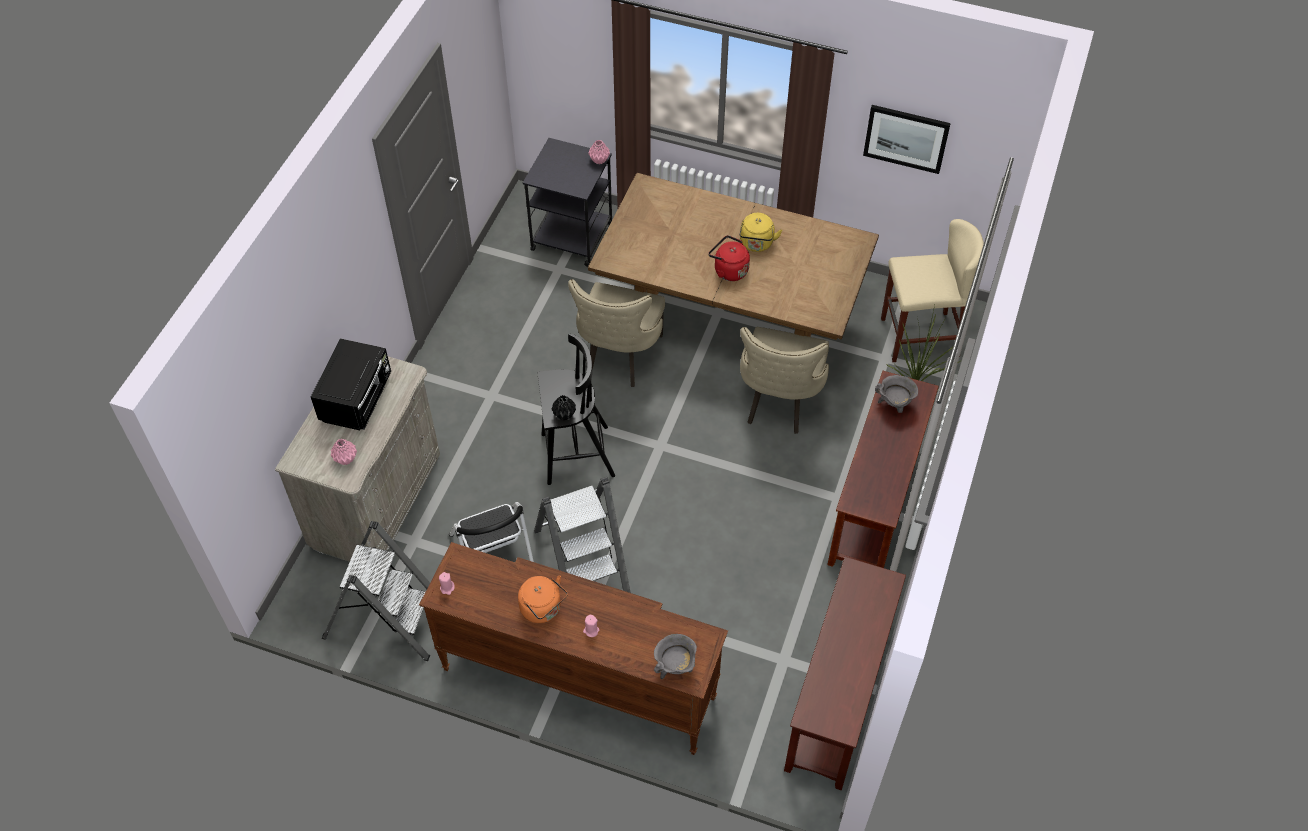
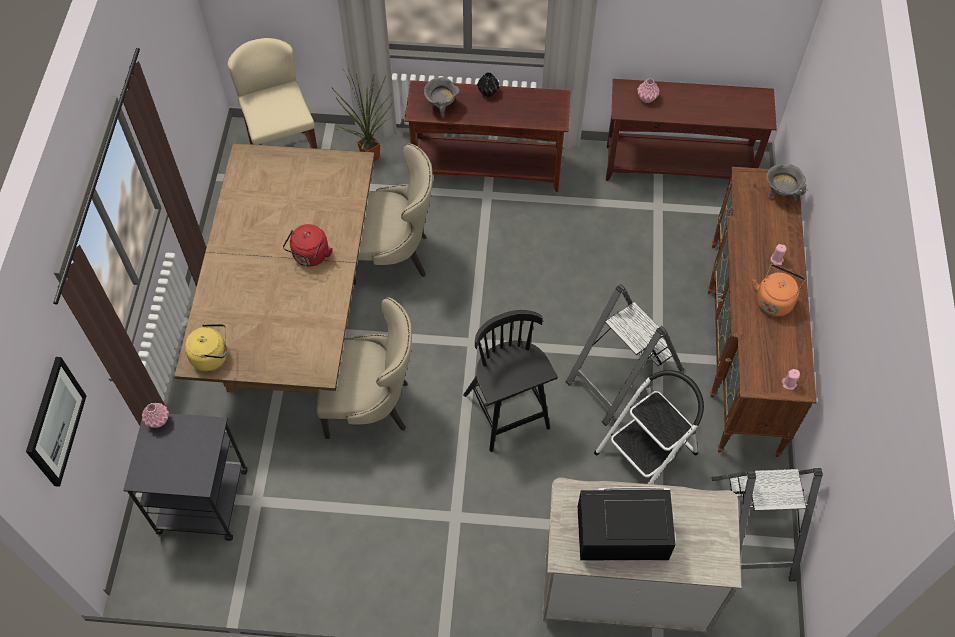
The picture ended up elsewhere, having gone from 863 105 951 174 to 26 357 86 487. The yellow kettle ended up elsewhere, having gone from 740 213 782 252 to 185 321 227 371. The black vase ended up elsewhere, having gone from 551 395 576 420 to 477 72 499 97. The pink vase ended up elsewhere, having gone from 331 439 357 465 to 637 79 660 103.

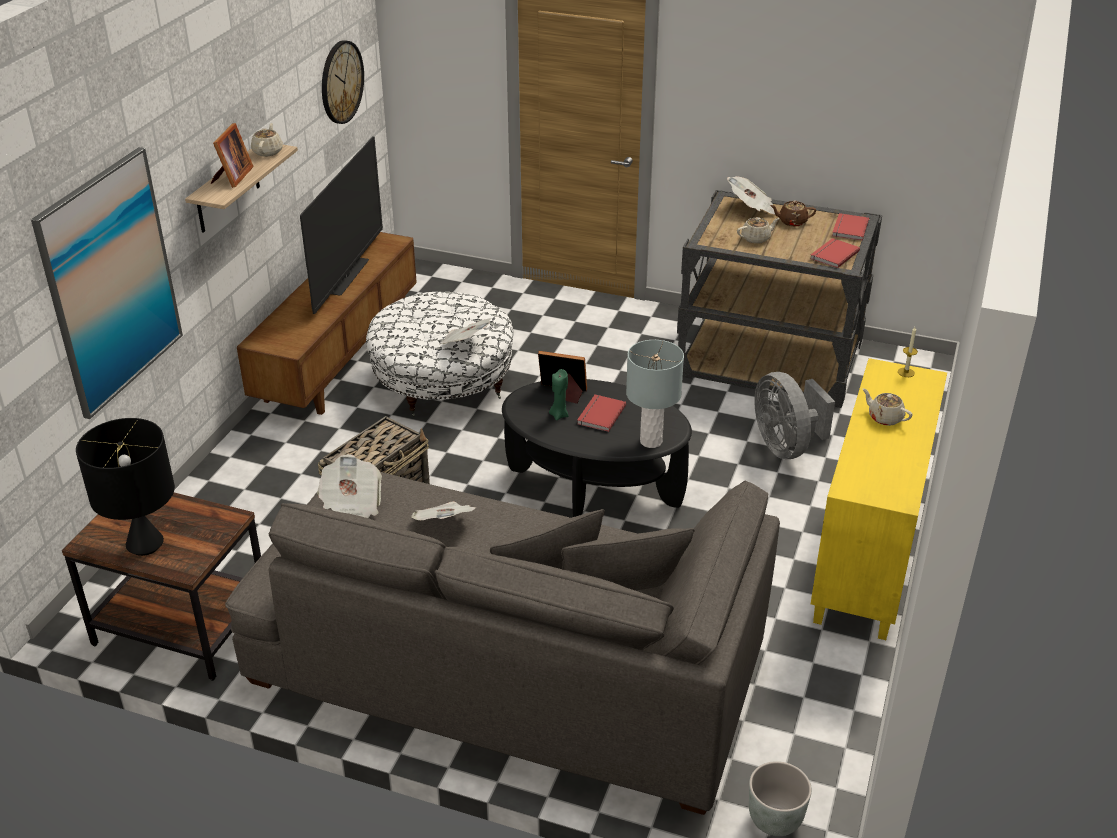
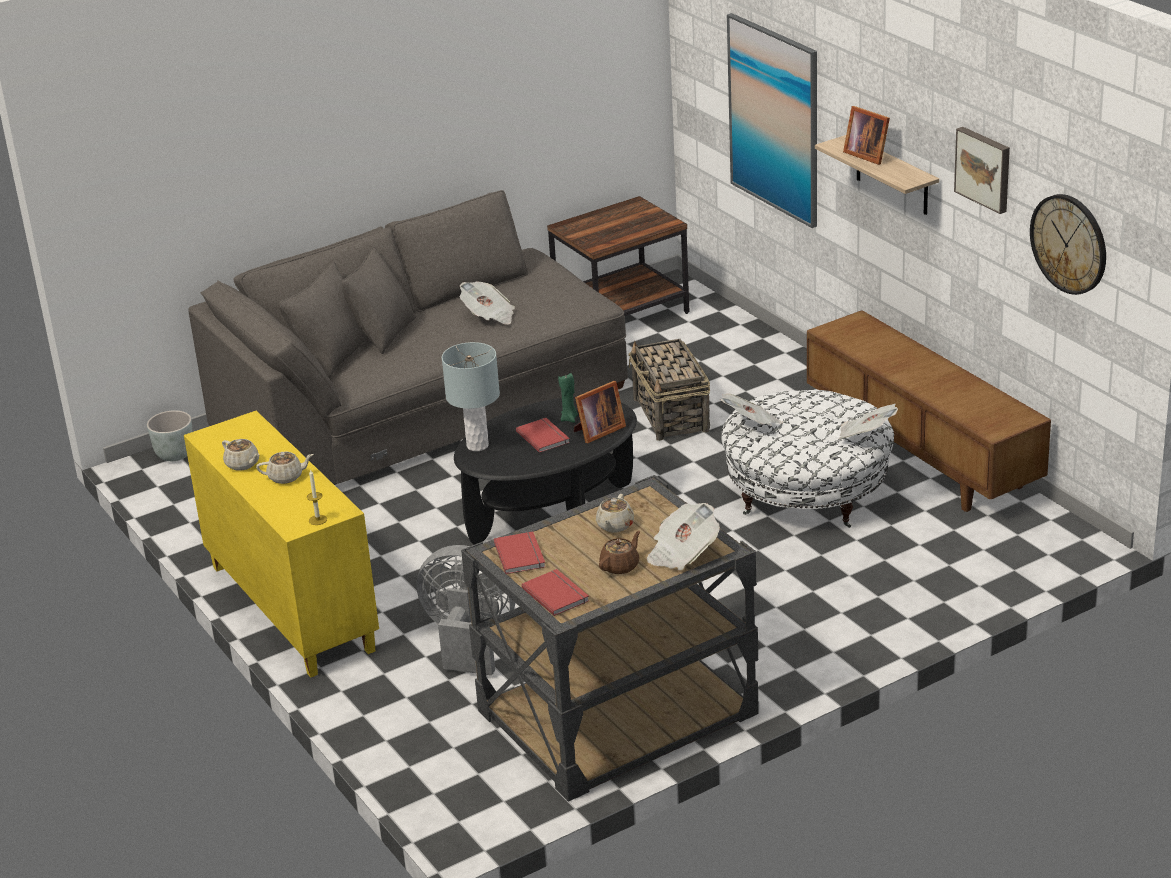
The beige teapot ended up elsewhere, having gone from 251 123 283 157 to 222 439 260 471. The newspaper ended up elsewhere, having gone from 317 454 382 518 to 839 404 898 439. The second view gained the picture at 954 127 1010 214. The second view lost the black table lamp at 76 418 175 556. The second view lost the television at 300 136 383 314.

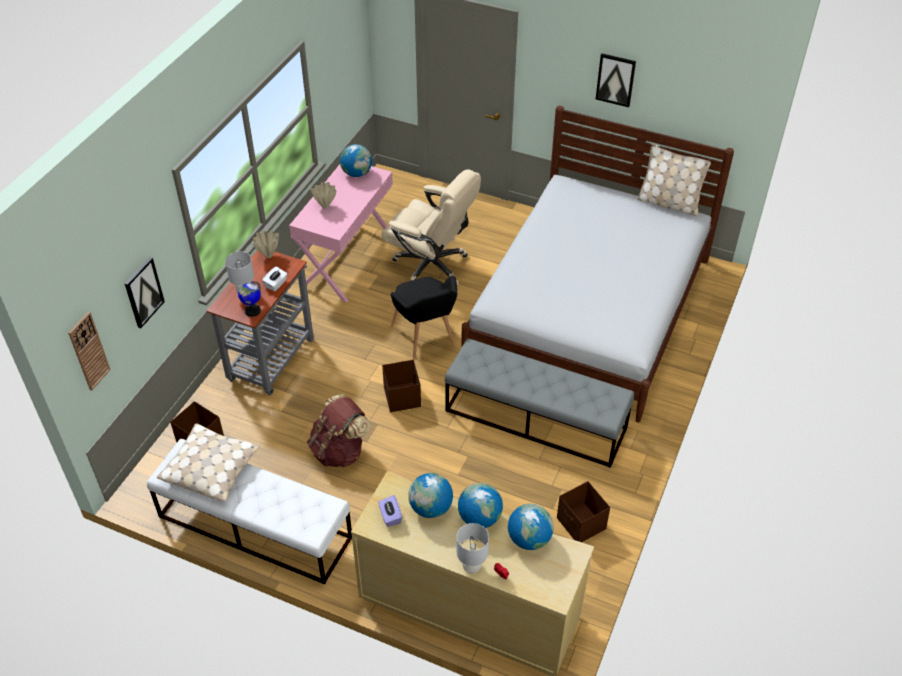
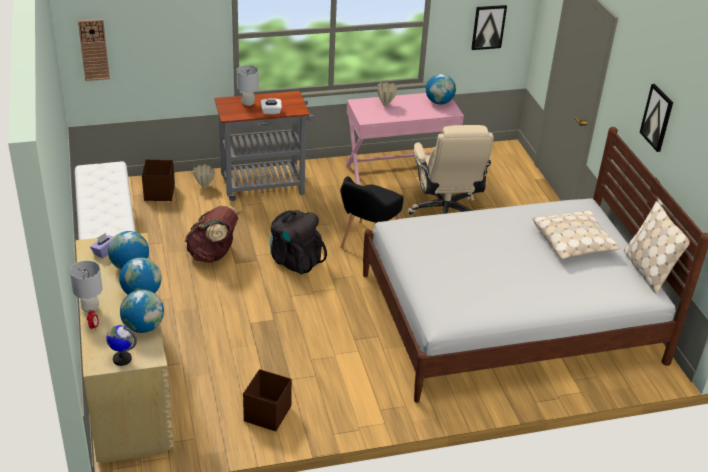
The globe ended up elsewhere, having gone from 238 281 261 317 to 106 325 137 366. The beige vase ended up elsewhere, having gone from 253 231 279 258 to 193 164 215 188. Where the brown storage box stood at 382 360 421 412, the black backpack came to stand at 270 210 327 275. The picture ended up elsewhere, having gone from 124 257 165 328 to 471 5 507 50. The beige pillow ended up elsewhere, having gone from 157 423 260 502 to 532 210 621 259. The second view lost the grey bench at 444 338 634 468.

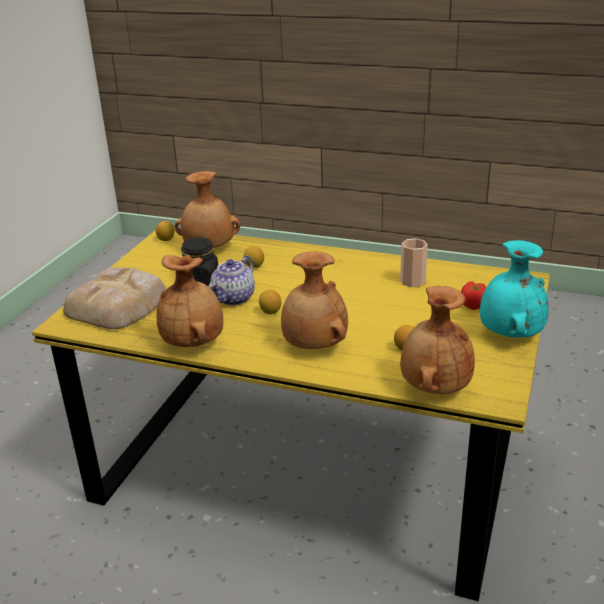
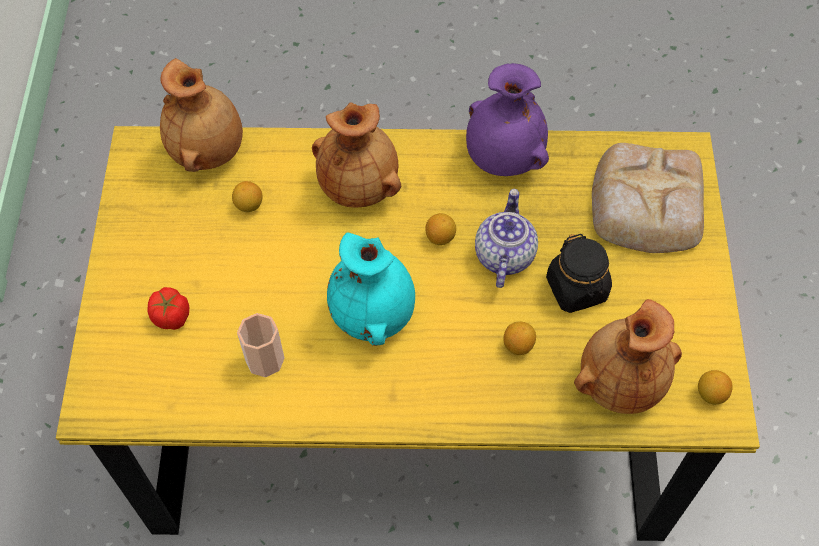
The turquoise vase ended up elsewhere, having gone from 480 240 549 338 to 327 232 415 346. What was the brown vase at 157 255 223 347 turned into the purple vase at 466 63 549 176.

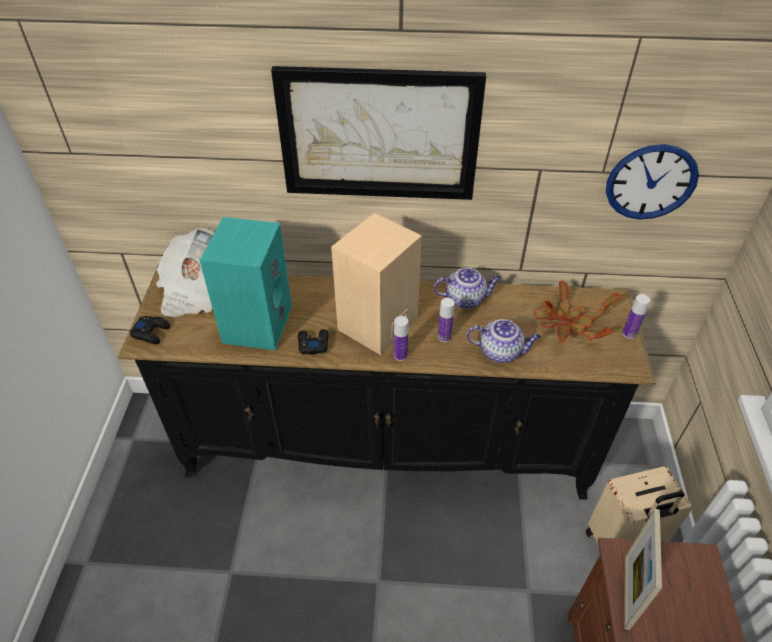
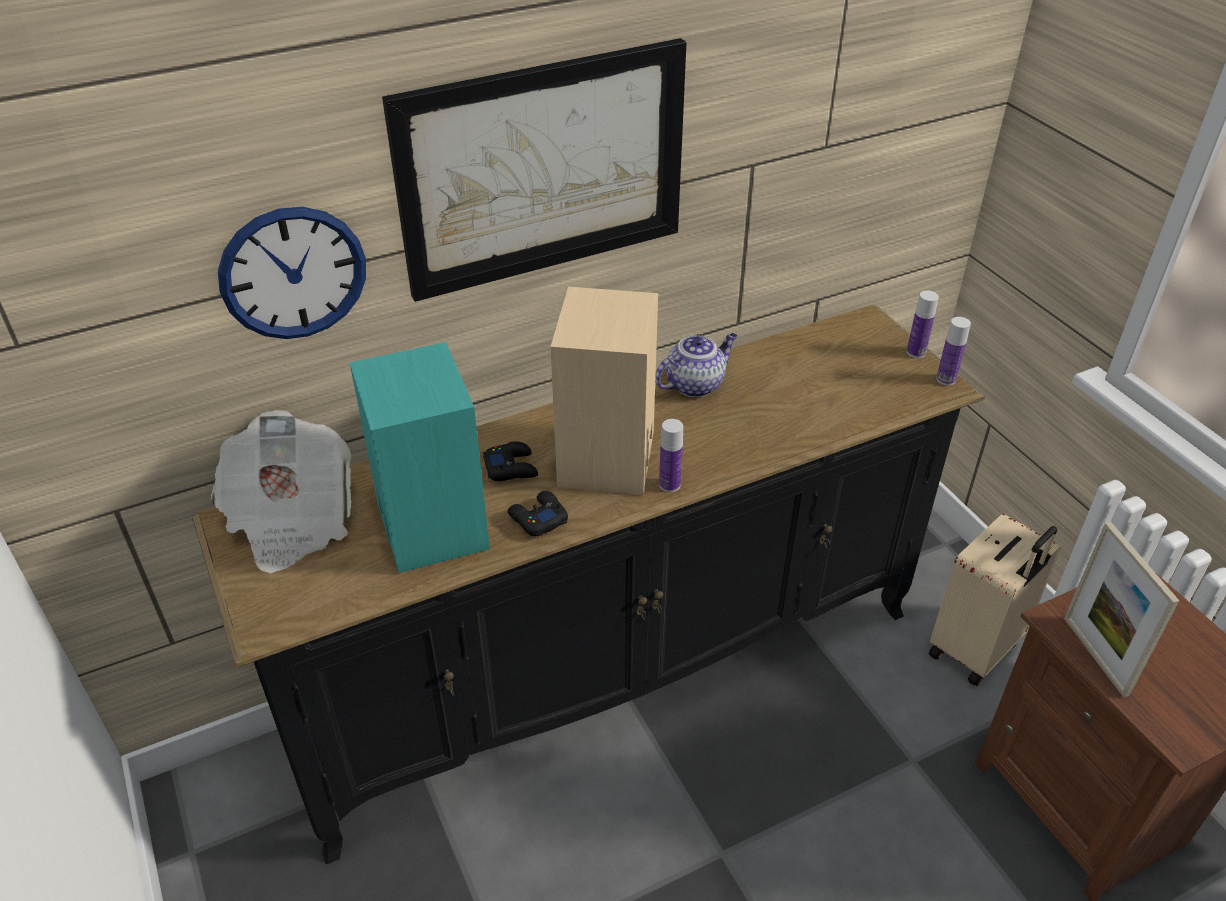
The wall clock ended up elsewhere, having gone from 606 144 699 220 to 218 207 366 339. The black game controller ended up elsewhere, having gone from 129 316 170 344 to 483 441 538 481. The bottle ended up elsewhere, having gone from 438 298 455 342 to 936 317 971 386. The second view lost the teapot at 467 319 541 363. The second view lost the potted plant at 534 280 622 342.

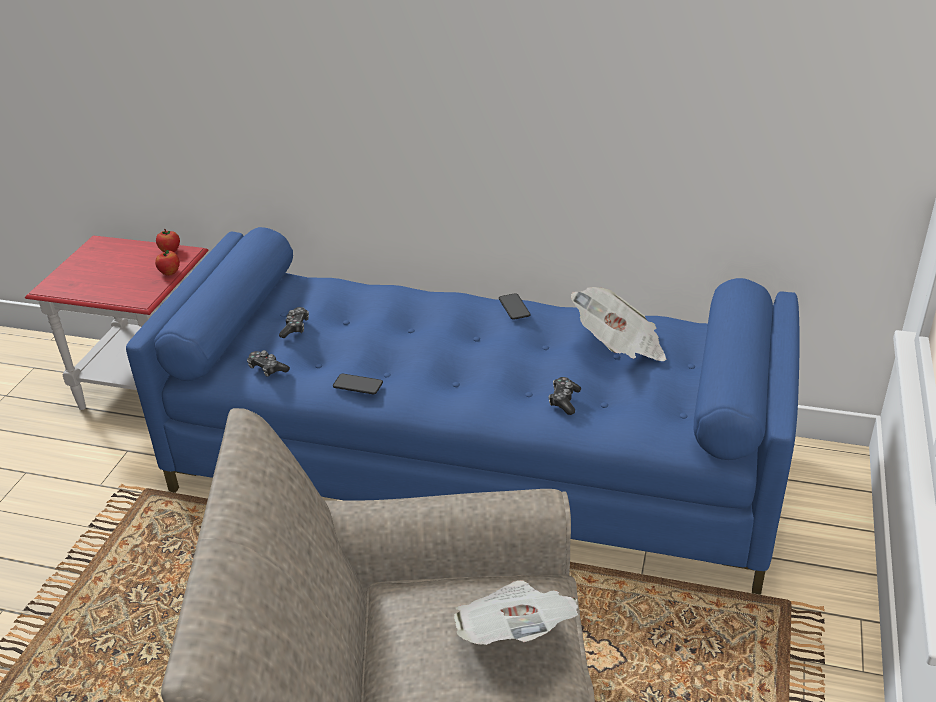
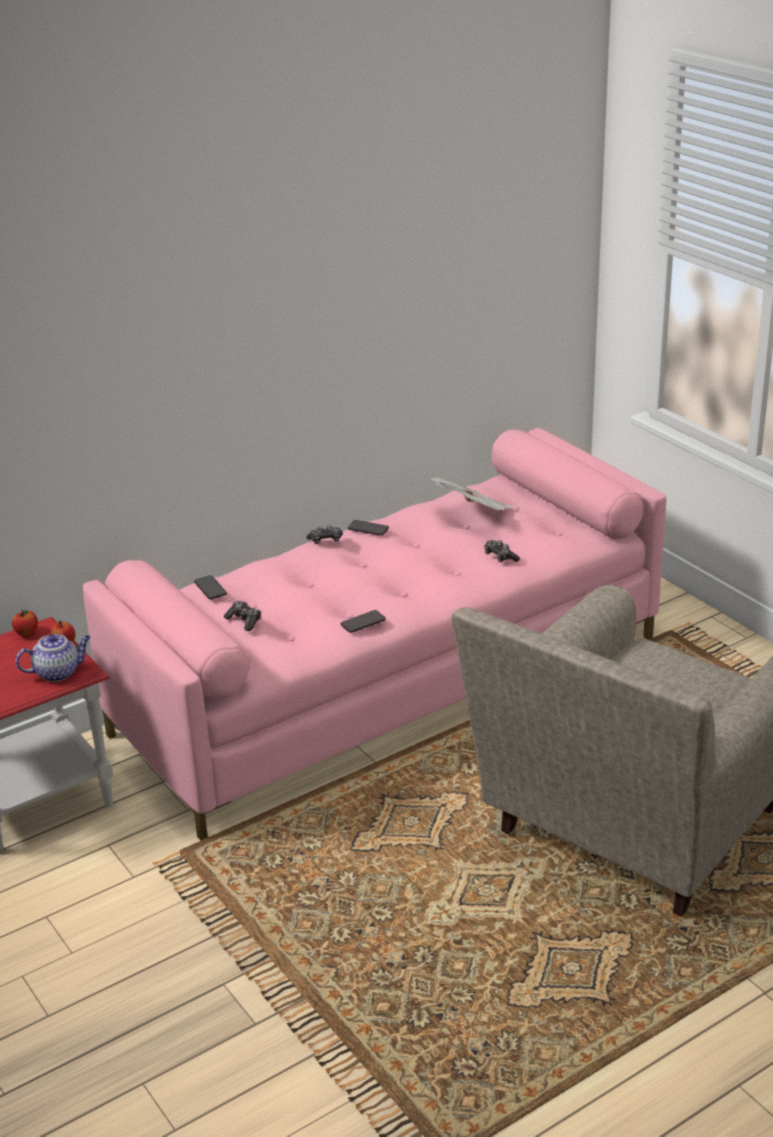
The second view gained the teapot at 16 634 91 682. What was the blue sofa at 126 227 800 595 turned into the pink sofa at 83 428 666 840. The second view gained the phone at 194 575 227 599. The game controller ended up elsewhere, having gone from 247 350 290 377 to 306 525 343 544. The second view lost the newspaper at 454 580 578 645.

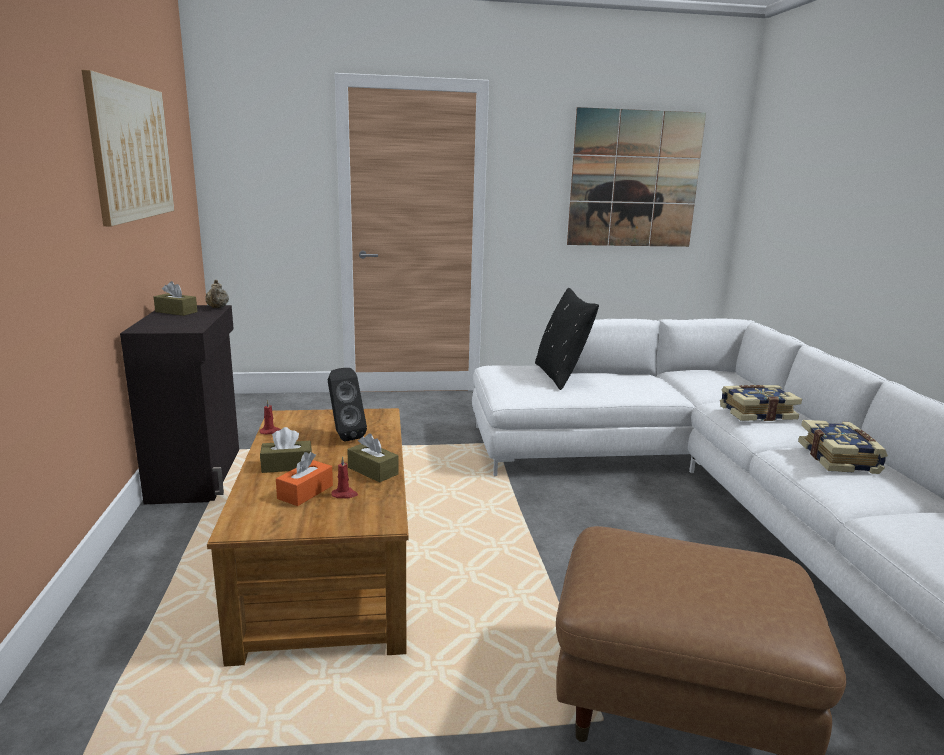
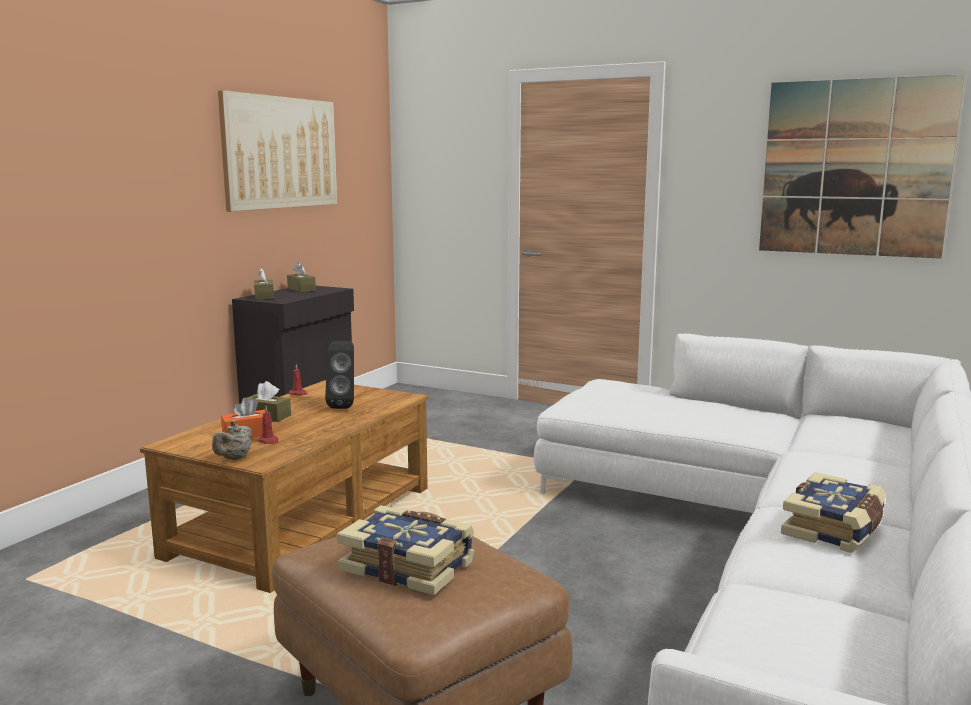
The beige teapot ended up elsewhere, having gone from 205 280 229 308 to 212 420 252 460. The brown tissue box ended up elsewhere, having gone from 347 433 398 483 to 254 268 274 300. The book ended up elsewhere, having gone from 720 385 802 421 to 337 505 474 595. The second view lost the black pillow at 535 288 599 390.

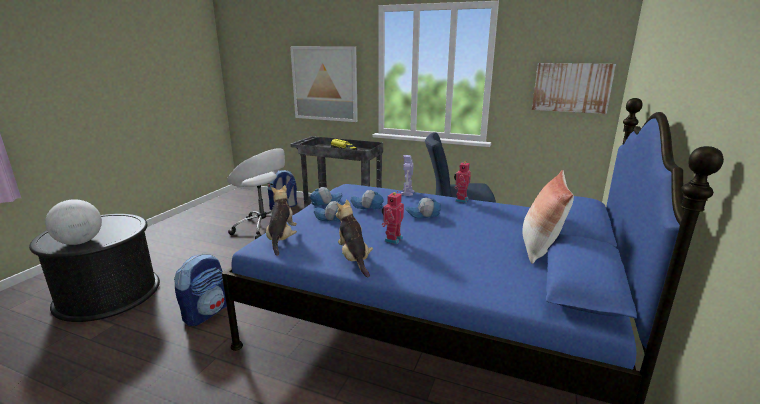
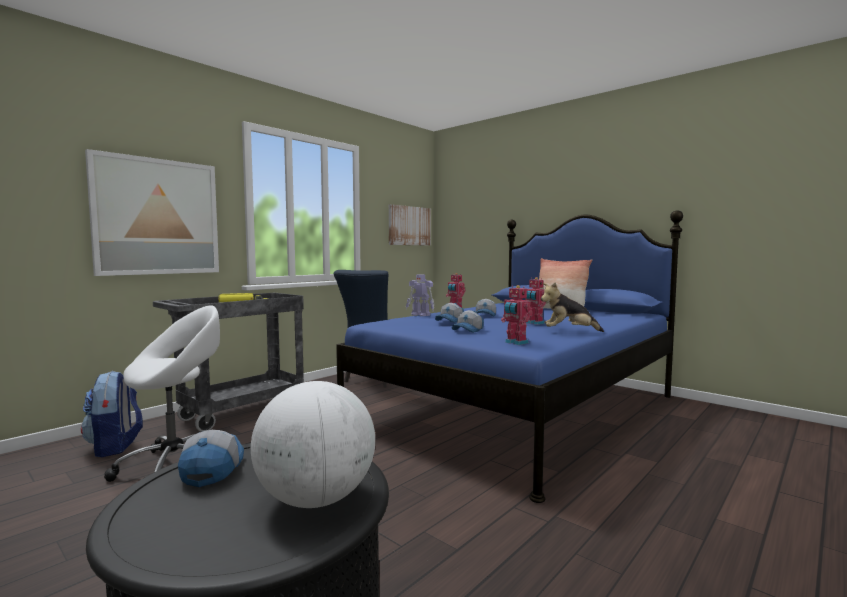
The cap ended up elsewhere, having gone from 310 187 342 206 to 178 430 244 487. Where the plush toy stood at 266 185 297 256, the toy robot came to stand at 501 285 532 345. The second view lost the backpack at 174 254 227 326.

